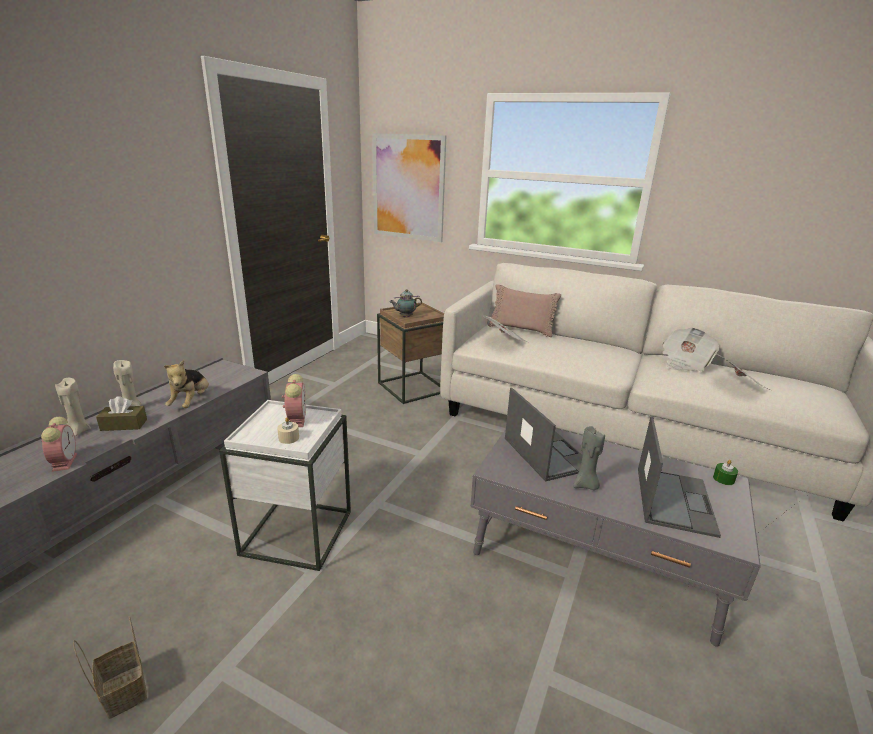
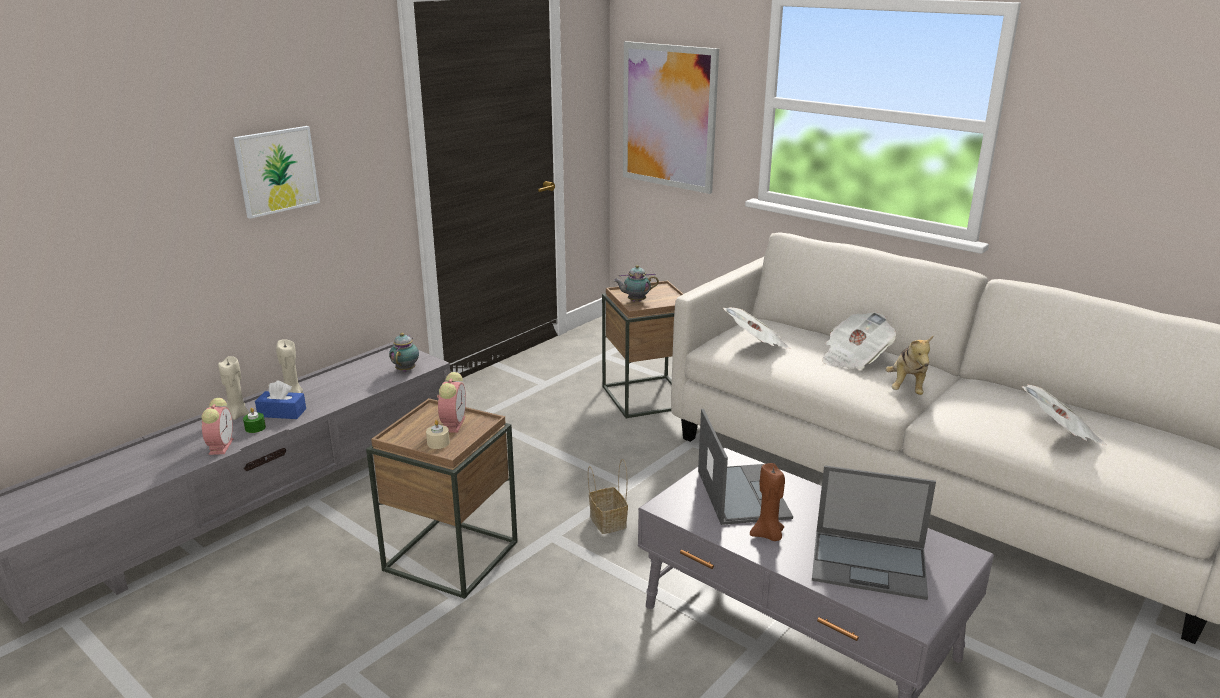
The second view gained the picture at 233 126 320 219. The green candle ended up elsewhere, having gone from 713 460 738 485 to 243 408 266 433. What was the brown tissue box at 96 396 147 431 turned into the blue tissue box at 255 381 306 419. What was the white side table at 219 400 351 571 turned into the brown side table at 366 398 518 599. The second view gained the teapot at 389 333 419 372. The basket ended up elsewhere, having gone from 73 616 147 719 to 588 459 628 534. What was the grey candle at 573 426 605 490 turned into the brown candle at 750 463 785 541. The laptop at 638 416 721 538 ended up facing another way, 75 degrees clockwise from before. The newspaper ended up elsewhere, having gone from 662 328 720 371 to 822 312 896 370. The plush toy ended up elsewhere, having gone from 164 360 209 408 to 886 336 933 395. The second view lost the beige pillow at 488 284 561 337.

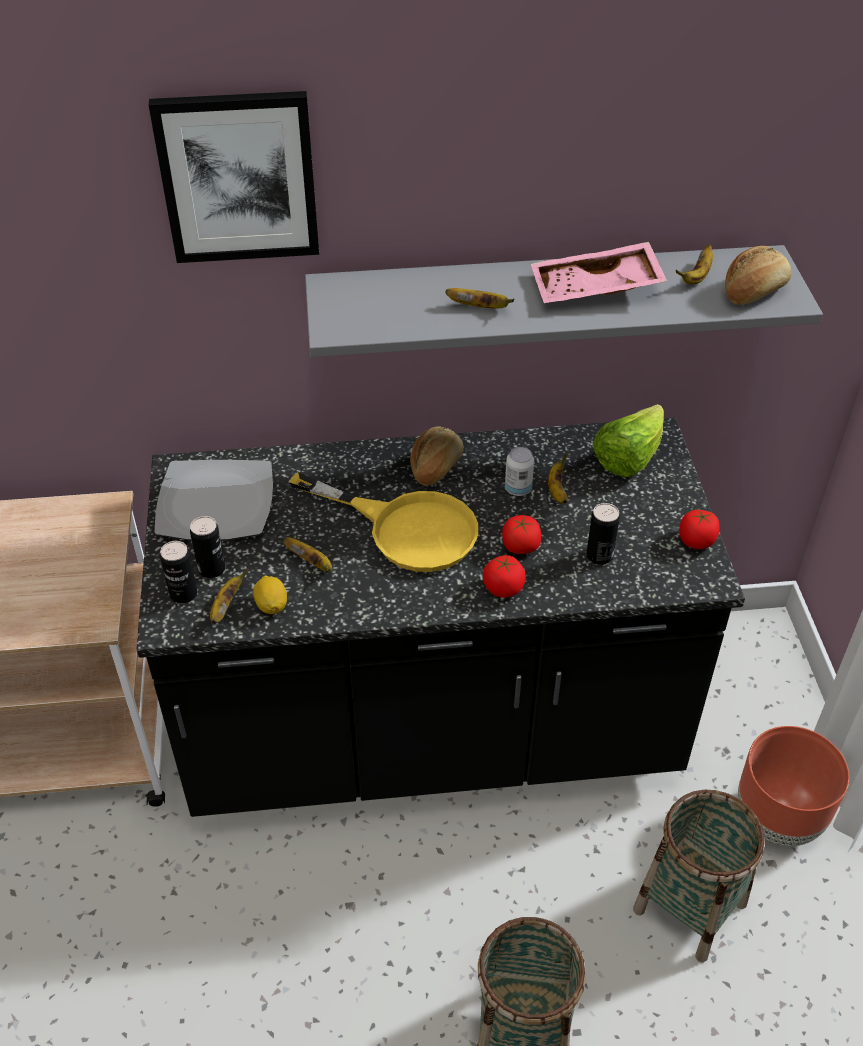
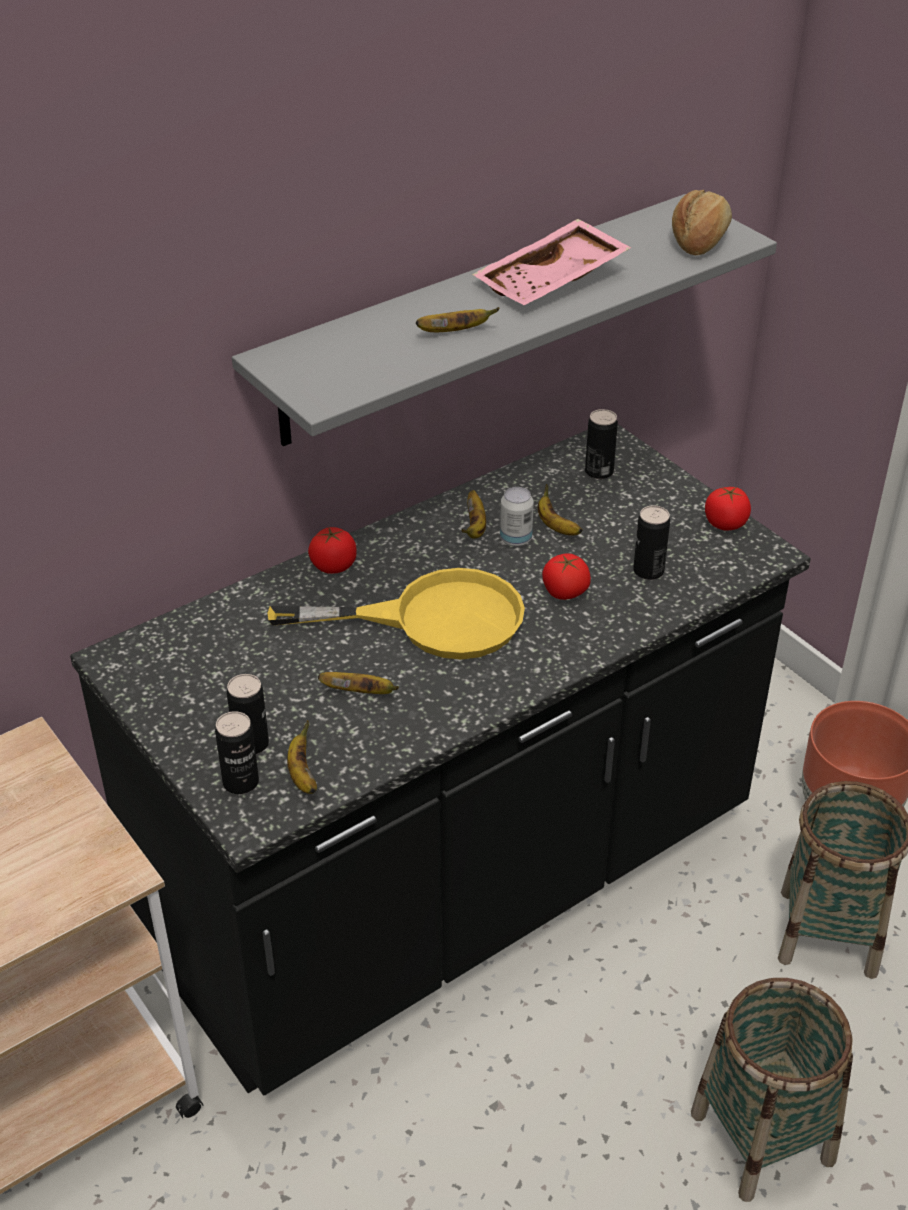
The tomato ended up elsewhere, having gone from 483 555 526 598 to 308 527 357 574. The banana ended up elsewhere, having gone from 676 245 713 285 to 462 490 486 539. Where the lettuce stood at 593 404 664 477, the can came to stand at 585 409 618 479. The second view lost the picture at 149 91 319 263. The second view lost the plate at 155 460 273 540. The second view lost the lemon at 253 575 287 614. The second view lost the bread at 410 426 464 486.

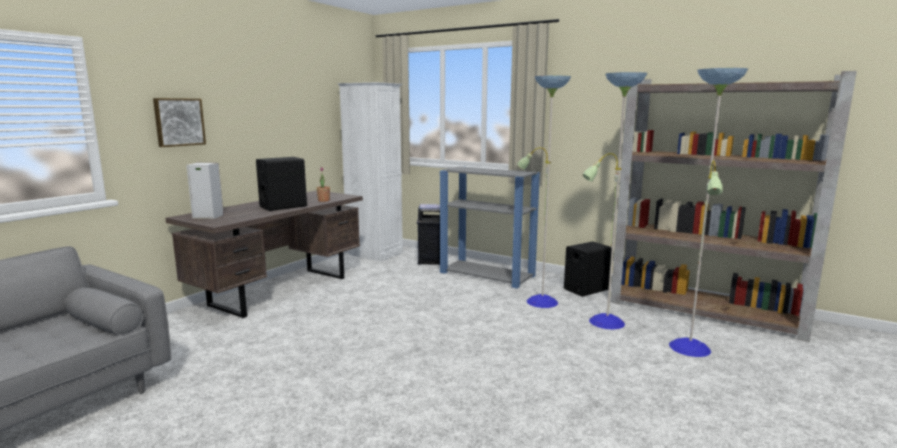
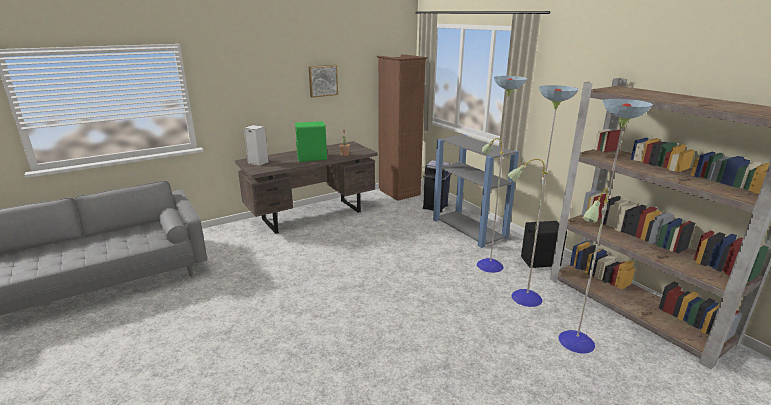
What was the black speaker at 256 157 307 211 turned into the green speaker at 295 121 327 162. The picture ended up elsewhere, having gone from 153 98 206 147 to 309 65 338 97. What was the white cabinet at 338 82 403 261 turned into the brown cabinet at 377 54 428 201.

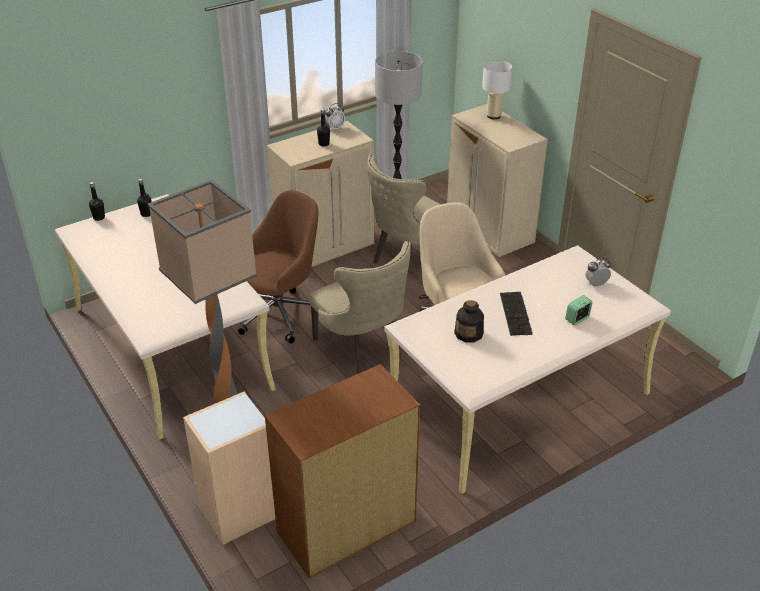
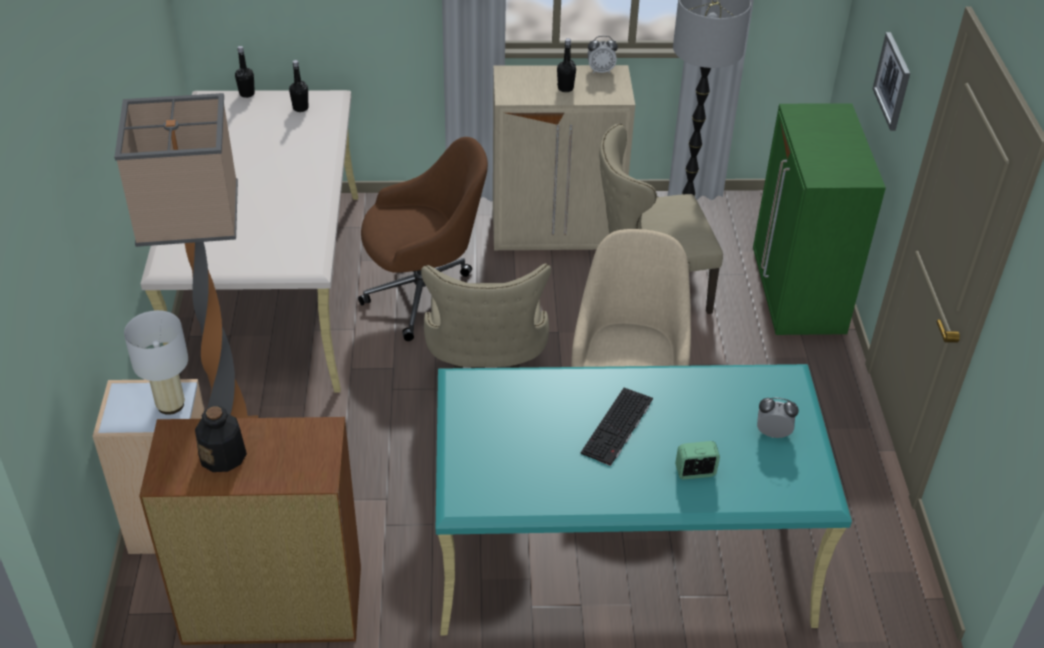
The white table lamp ended up elsewhere, having gone from 482 60 512 120 to 124 310 188 415. The bottle ended up elsewhere, having gone from 454 300 484 343 to 195 406 247 472. What was the beige desk at 384 245 671 494 turned into the turquoise desk at 436 364 852 635. What was the beige cabinet at 447 104 548 257 turned into the green cabinet at 753 103 886 335. The second view gained the picture at 872 32 910 131.

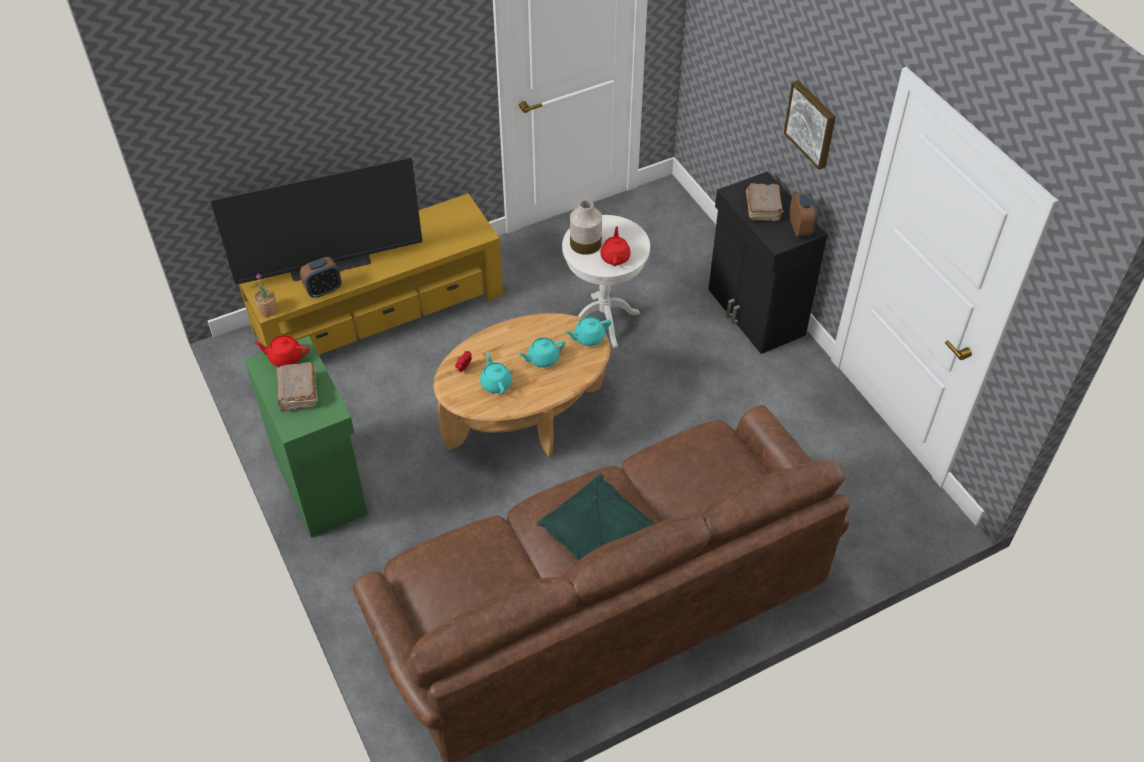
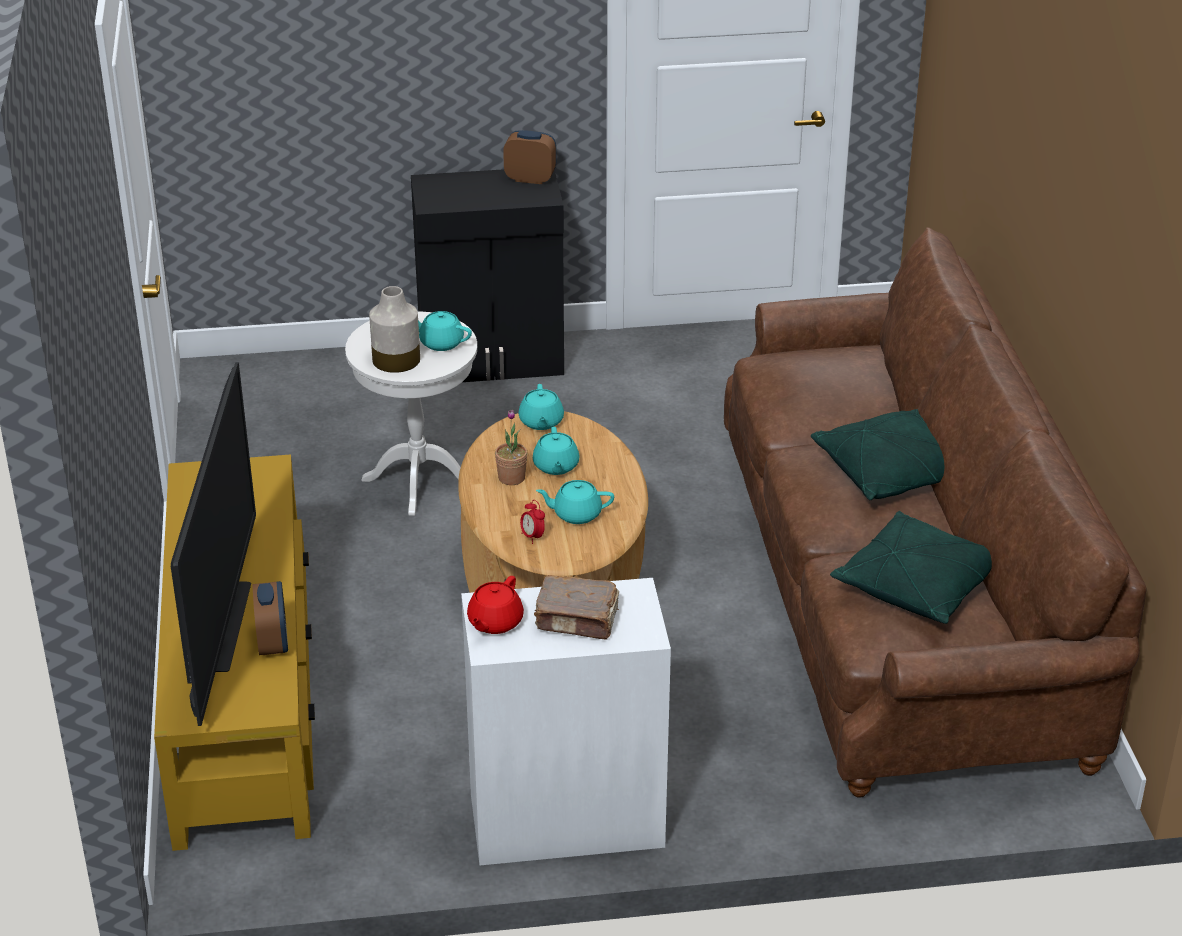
What was the red teapot at 600 226 631 266 turned into the turquoise teapot at 418 311 472 351. What was the green cabinet at 244 336 368 538 turned into the white cabinet at 461 578 671 865. The potted plant ended up elsewhere, having gone from 254 273 277 317 to 495 410 528 485. The second view gained the green pillow at 830 511 992 624. The second view lost the brown book at 746 183 783 221. The second view lost the picture at 784 80 836 170.

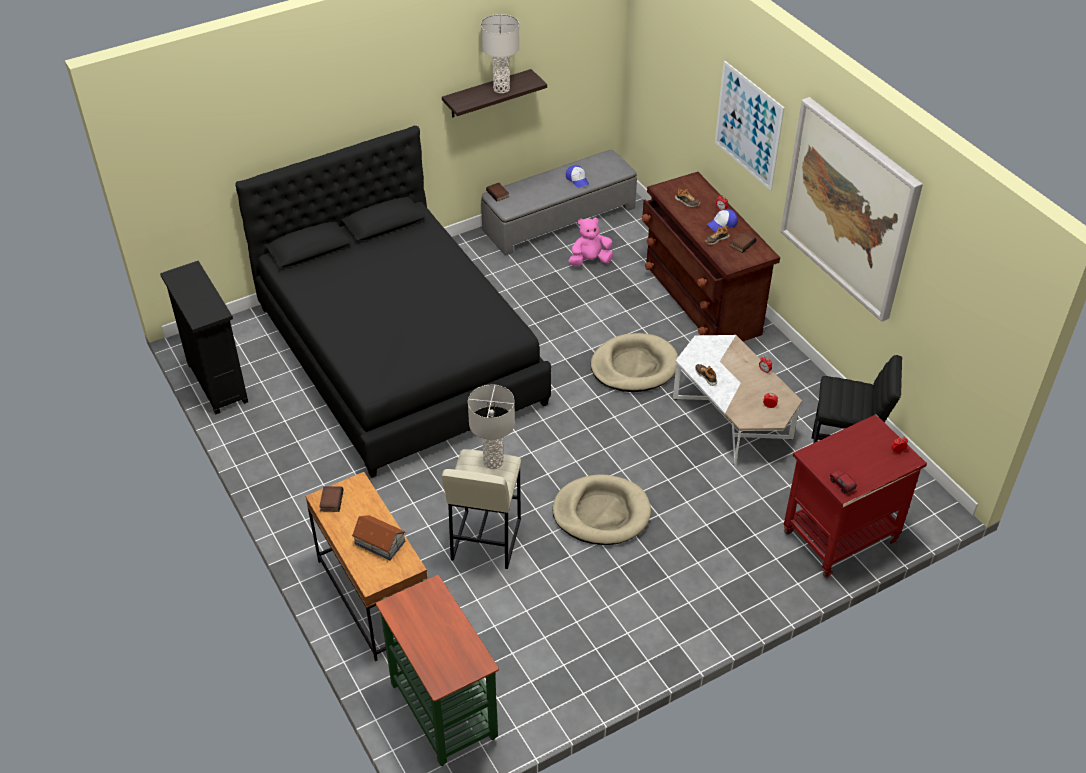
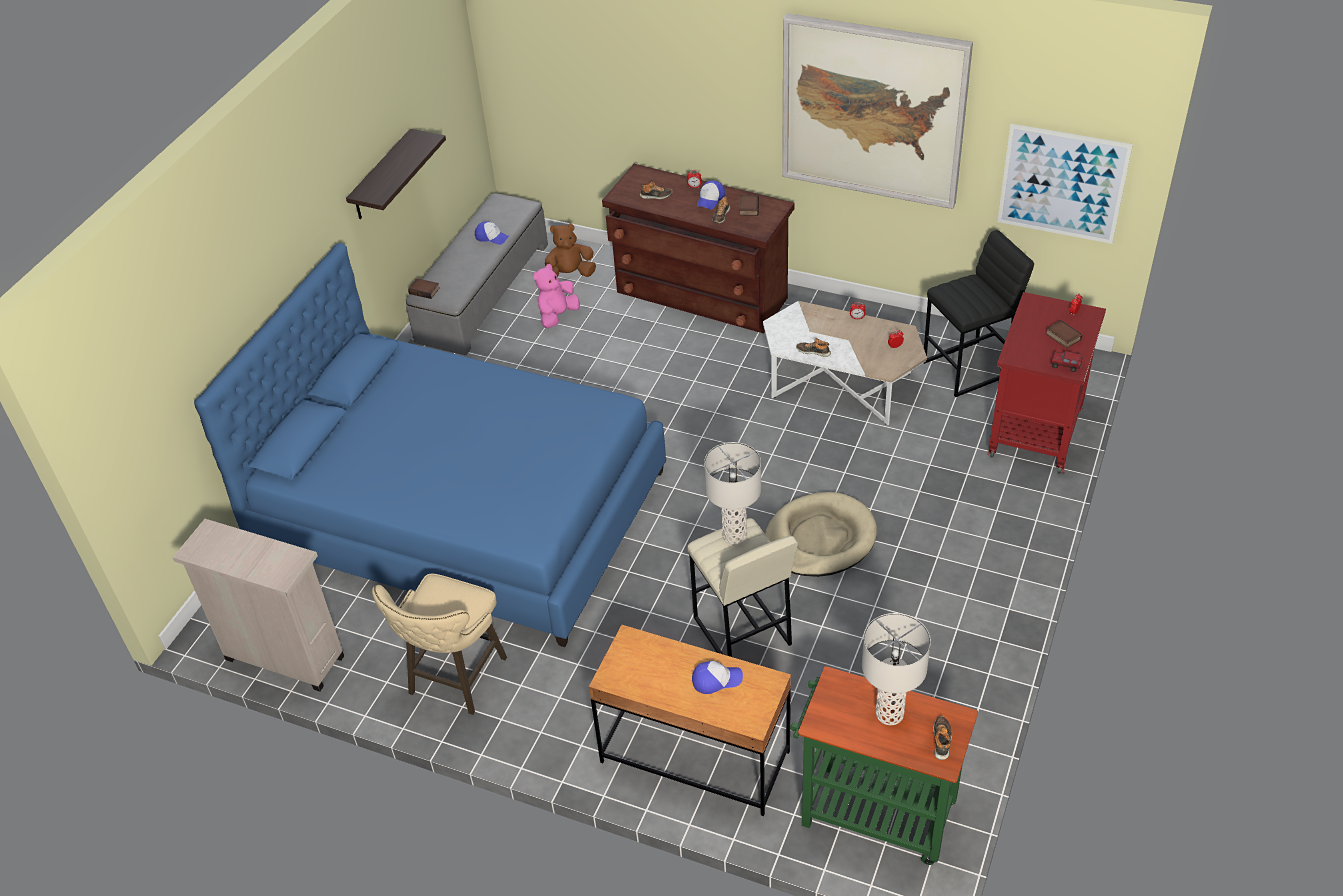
What was the black cabinet at 160 261 248 414 turned into the beige cabinet at 172 519 344 692. What was the black bed at 235 126 551 478 turned into the blue bed at 194 243 666 647. The second view gained the beige stool at 372 574 507 715. The second view gained the brown plush toy at 545 223 596 277. Where the toy house stood at 352 515 406 560, the cap came to stand at 692 661 743 694. The white table lamp ended up elsewhere, having gone from 481 14 520 93 to 862 613 931 725. The second view gained the shoe at 933 716 952 760. The picture ended up elsewhere, having gone from 715 61 784 191 to 997 124 1133 244. The book ended up elsewhere, having gone from 319 486 344 512 to 1045 320 1082 348. The second view lost the beige dog bed at 591 333 678 392.

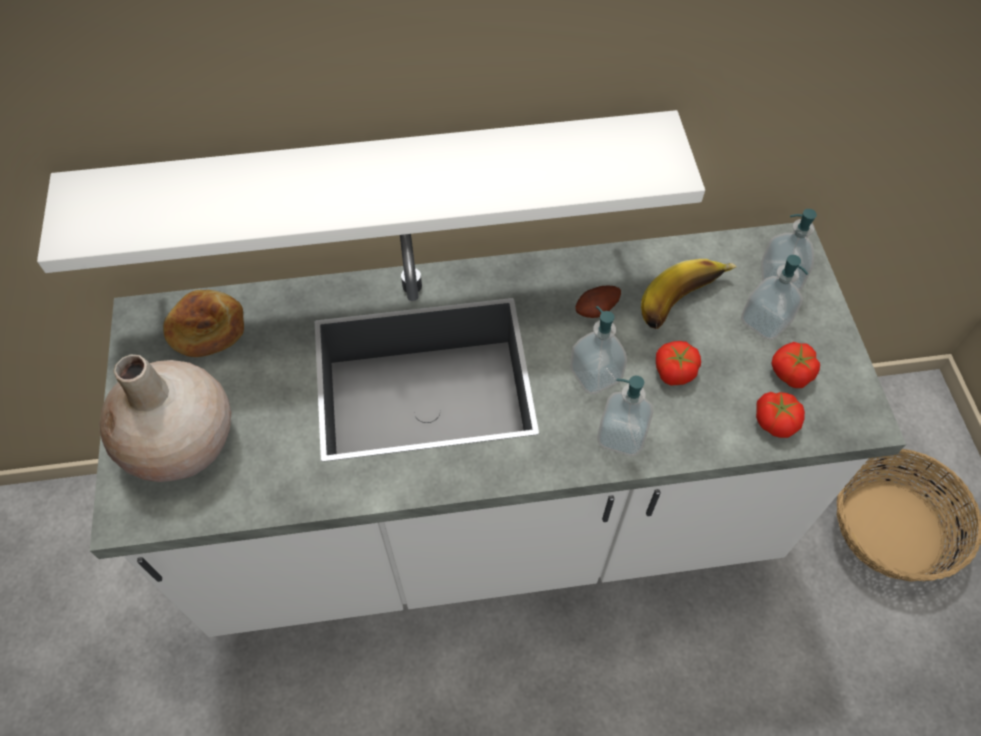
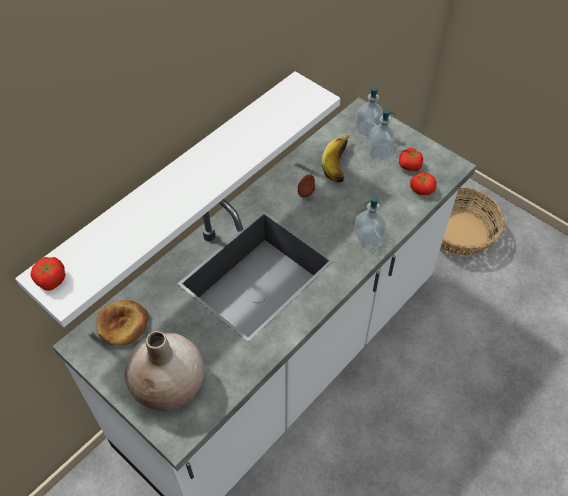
The tomato ended up elsewhere, having gone from 656 341 701 386 to 30 257 65 291. The second view lost the soap dispenser at 570 306 627 394.

